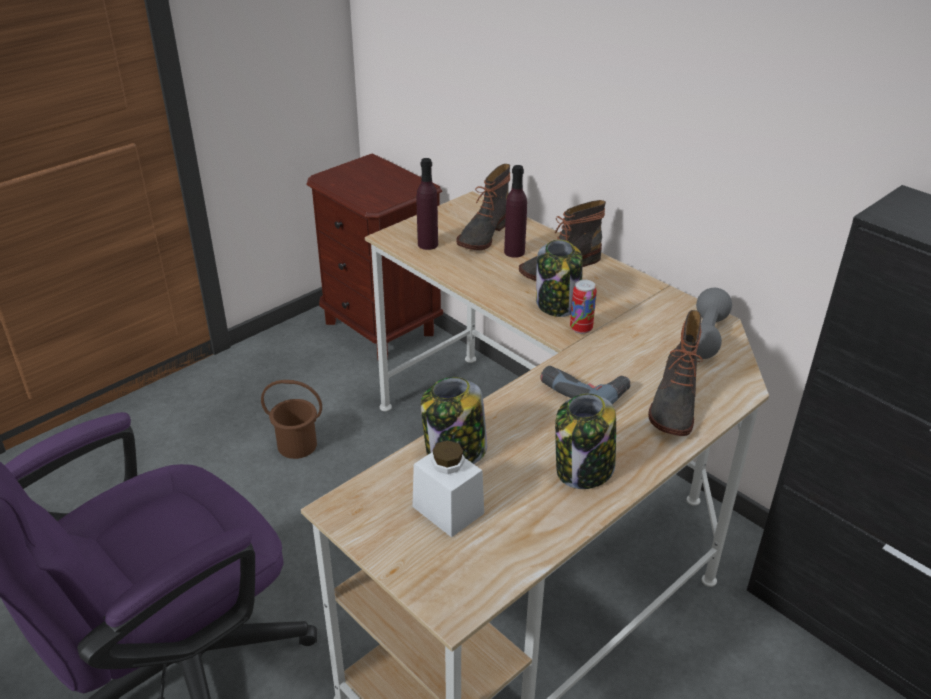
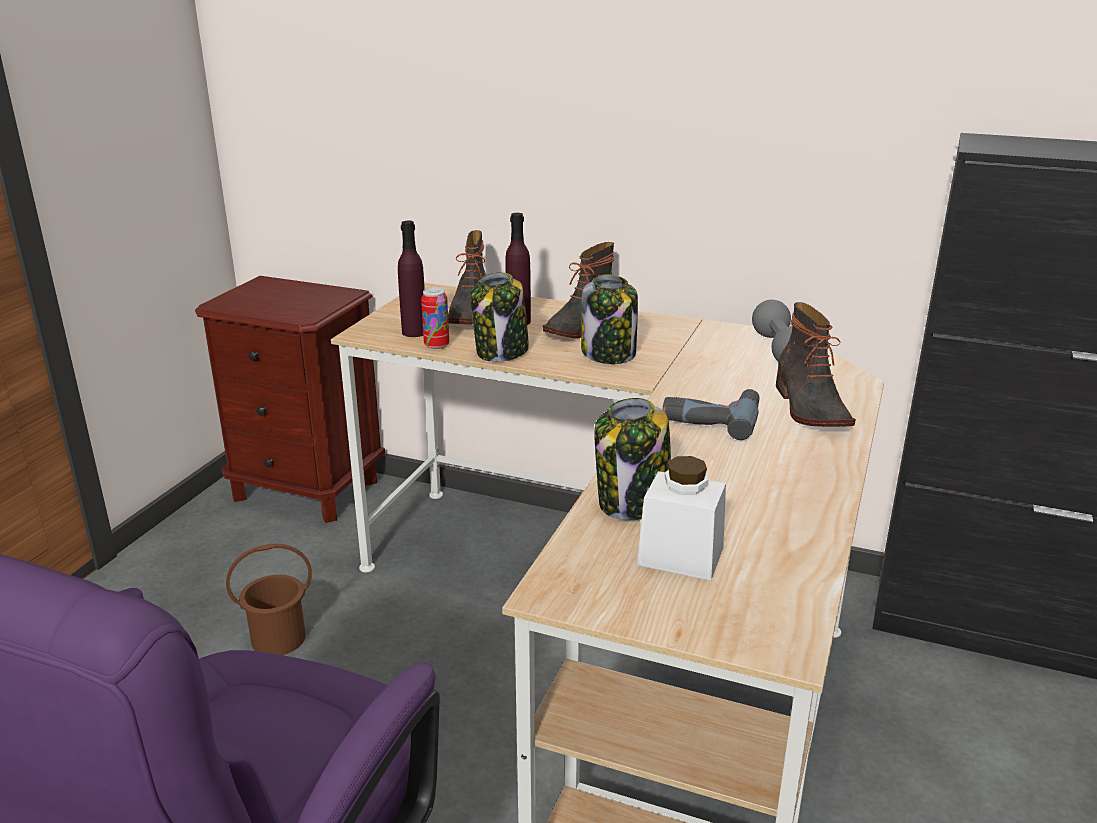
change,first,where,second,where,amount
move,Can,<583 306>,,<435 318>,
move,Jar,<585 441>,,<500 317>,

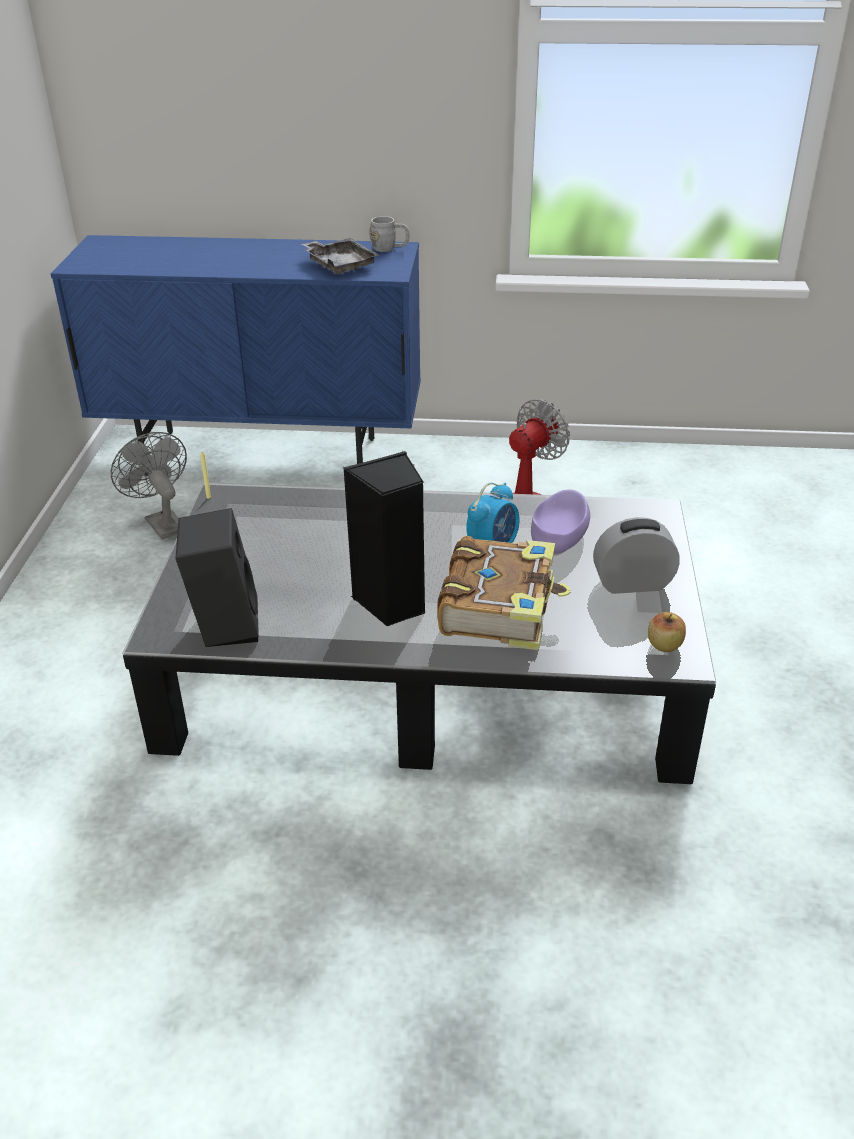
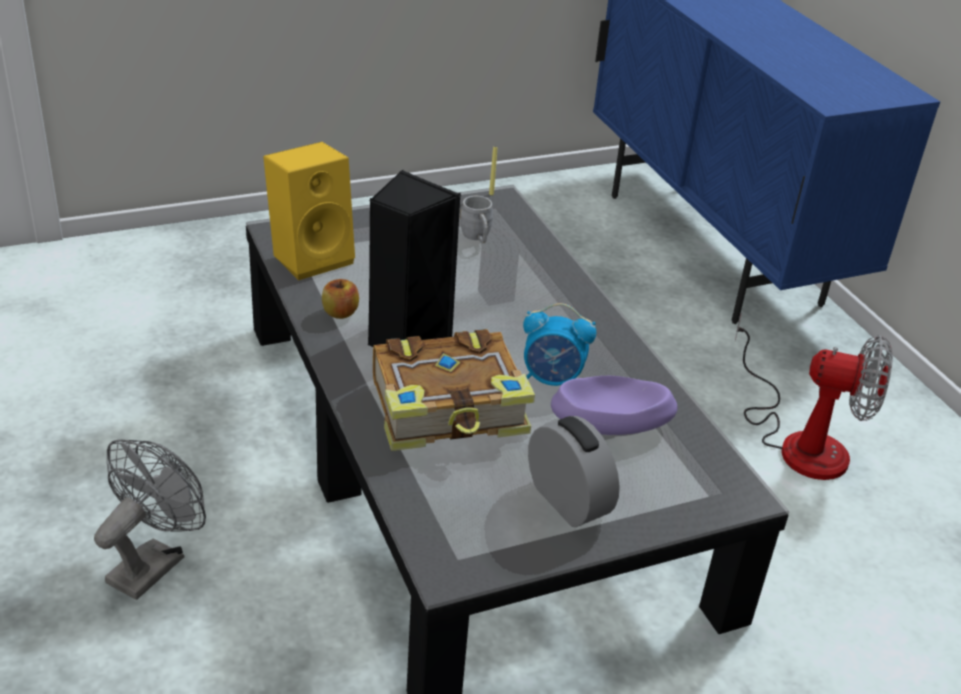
change,first,where,second,where,amount
move,GreyMug,<389 234>,,<476 219>,
delete,GreyTray,<340 256>,,,
move,GreyFan,<149 486>,,<150 519>,
recolor,BlackSpeaker,<217 577>,YellowSpeaker,<309 211>,
move,Apple,<667 632>,,<340 299>,

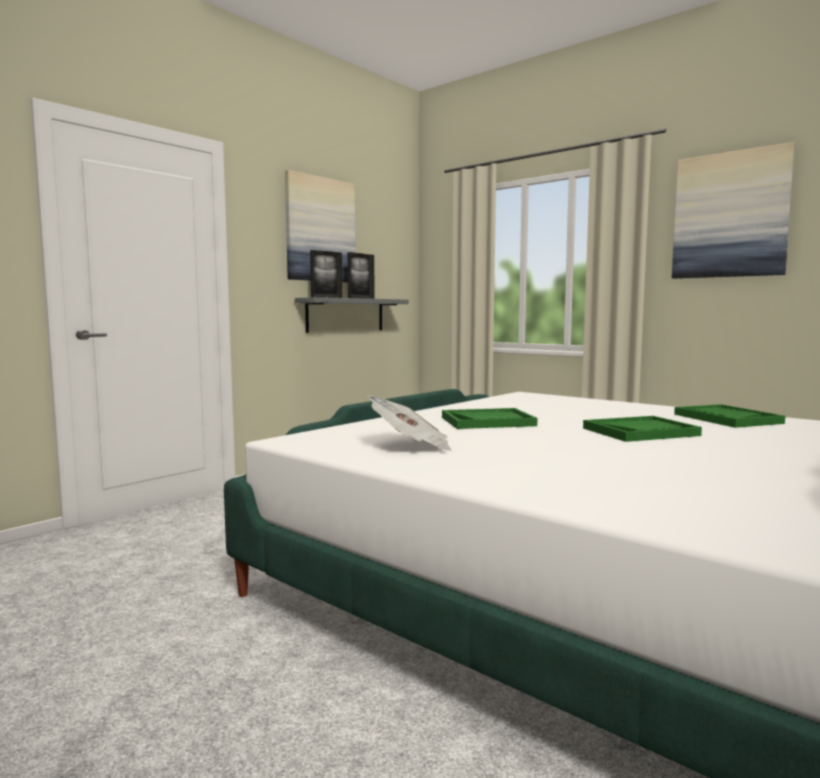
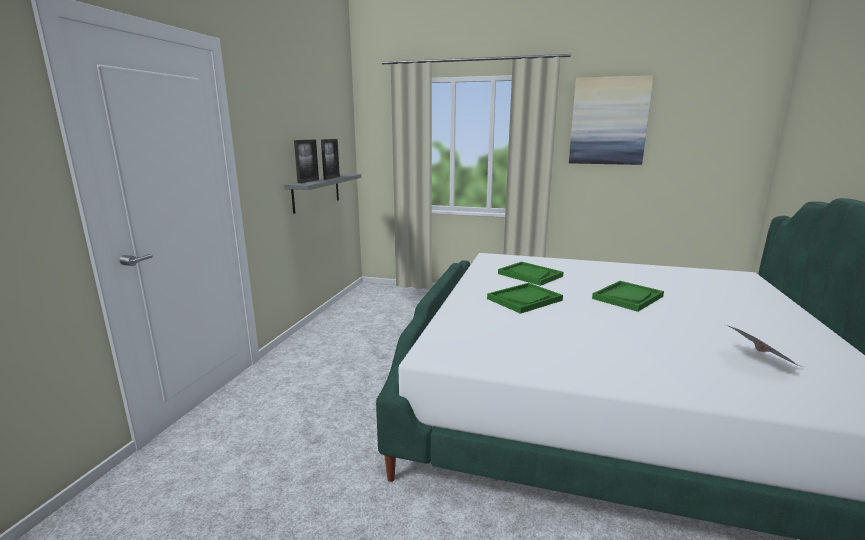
change,first,where,second,where,amount
delete,Picture,<320 226>,,,
move,Newspaper,<410 423>,,<765 346>,
move,GreenTray,<729 416>,,<530 274>,

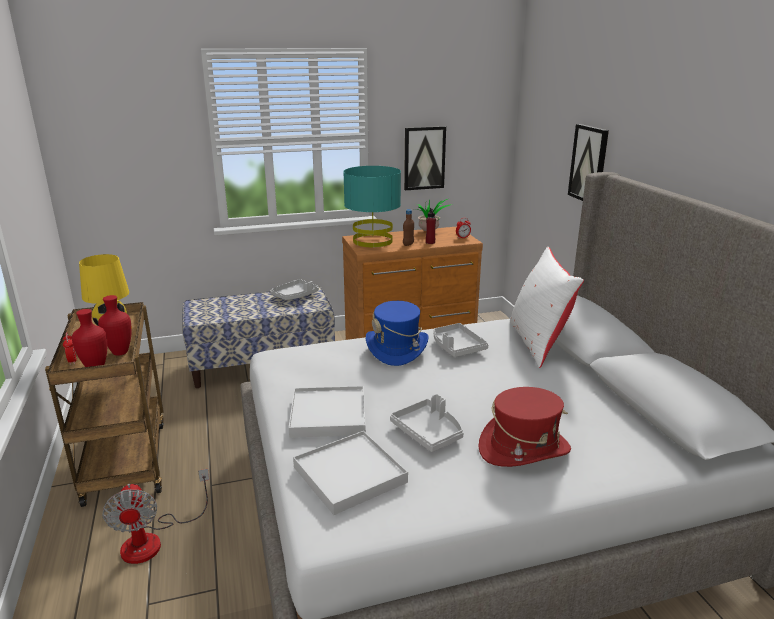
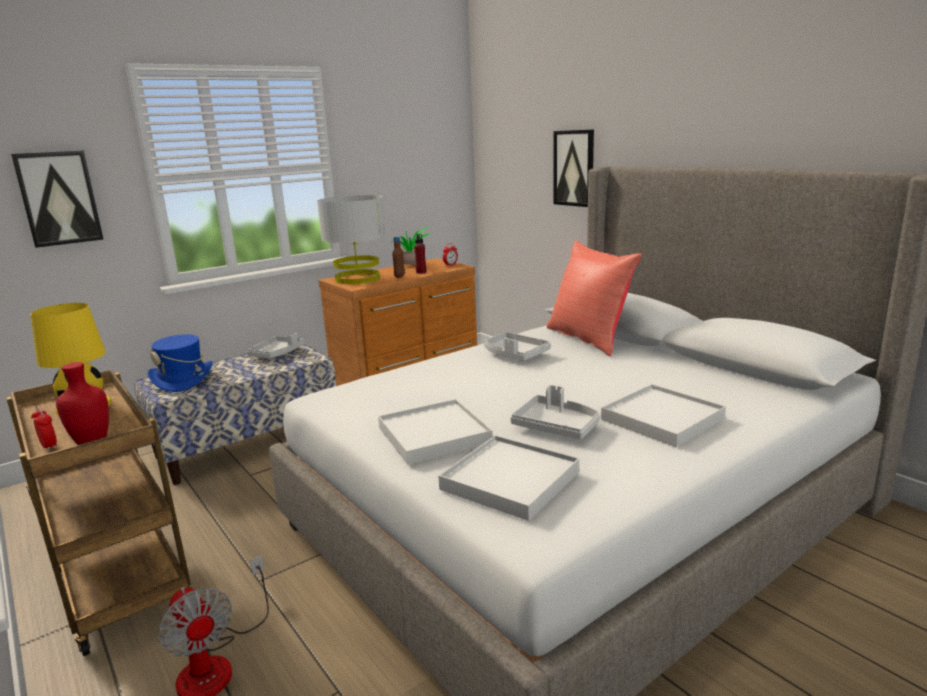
change,first,where,second,where,amount
move,Picture,<425 158>,,<57 199>,
recolor,TurquoiseTableLamp,<372 206>,GreyTableLamp,<351 239>,
recolor,WhitePillow,<547 307>,RedPillow,<594 298>,
delete,RedVase,<115 325>,,,
move,BlueHat,<397 333>,,<180 363>,
replace,RedHat,<524 427>,WhiteTray,<663 415>,

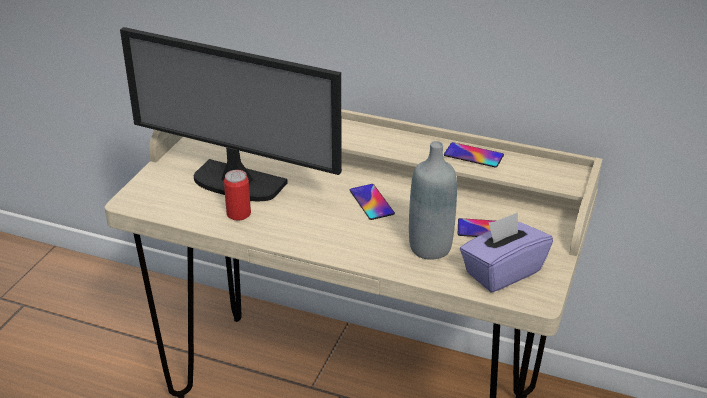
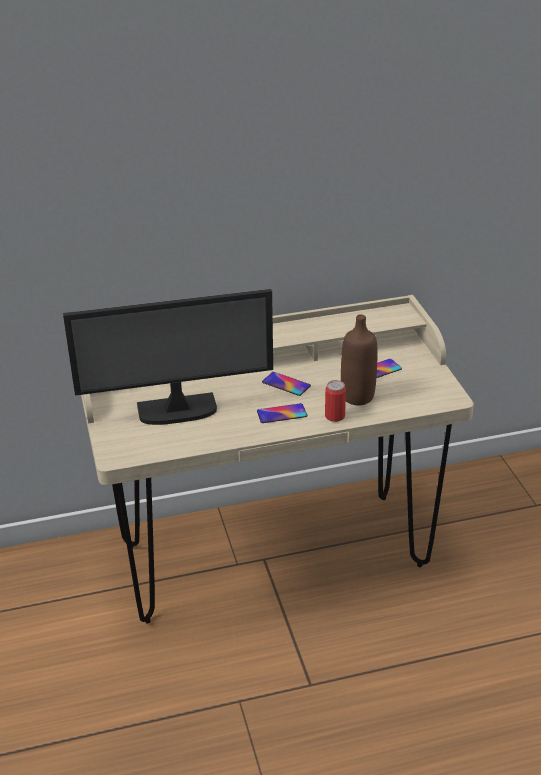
change,first,where,second,where,amount
recolor,GreyBottle,<433 200>,BrownBottle,<359 360>,
move,Phone,<474 154>,,<282 413>,
move,Can,<237 195>,,<335 401>,
delete,PurpleTissueBox,<506 252>,,,

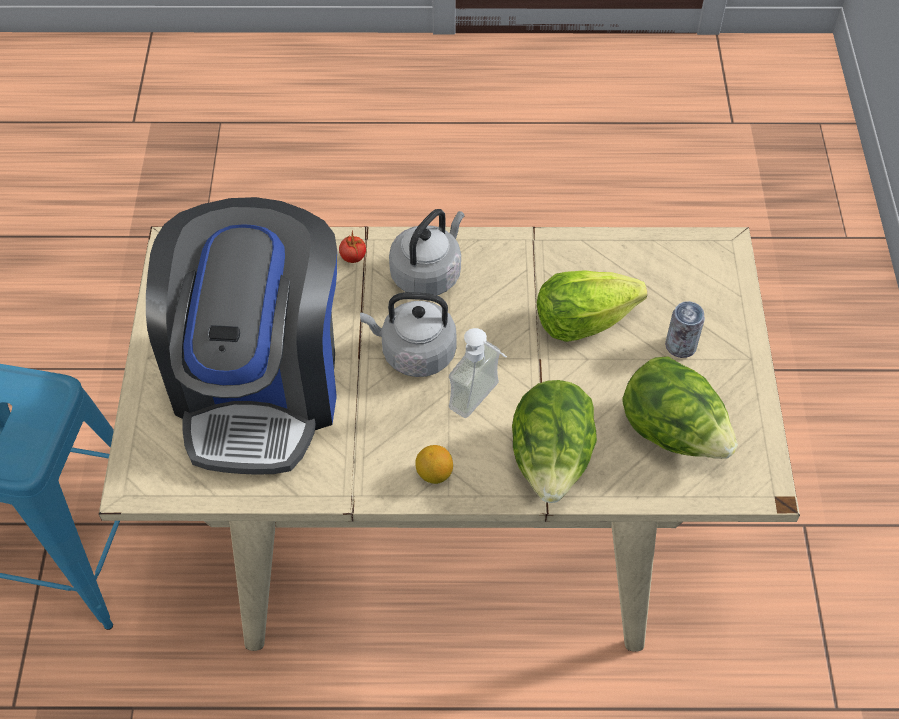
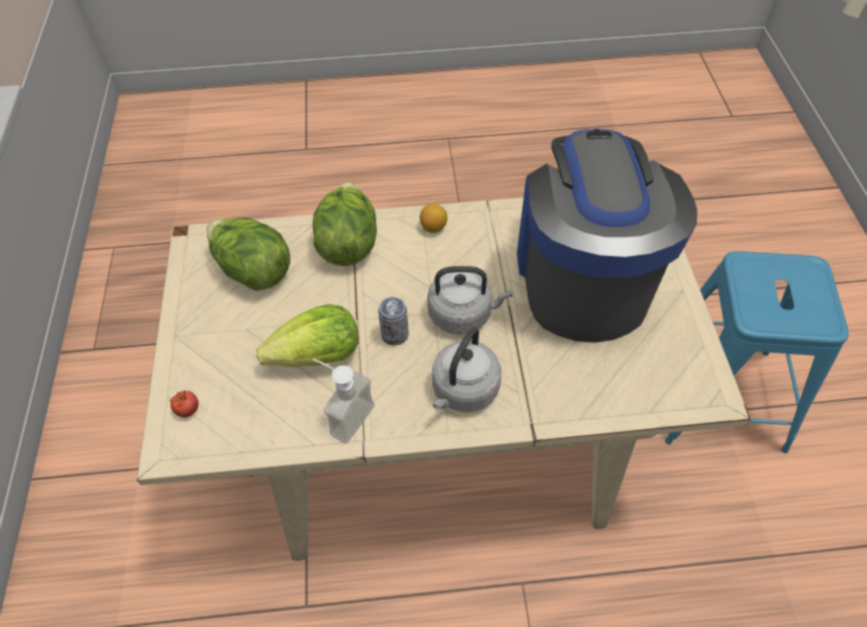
change,first,where,second,where,amount
move,Tomato,<352 246>,,<184 403>,
move,Can,<685 329>,,<393 321>,
move,SoapDispenser,<478 373>,,<344 401>,

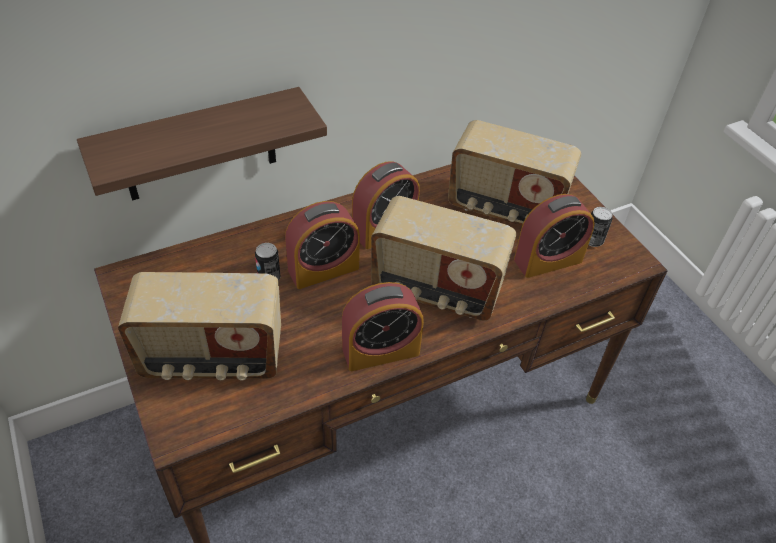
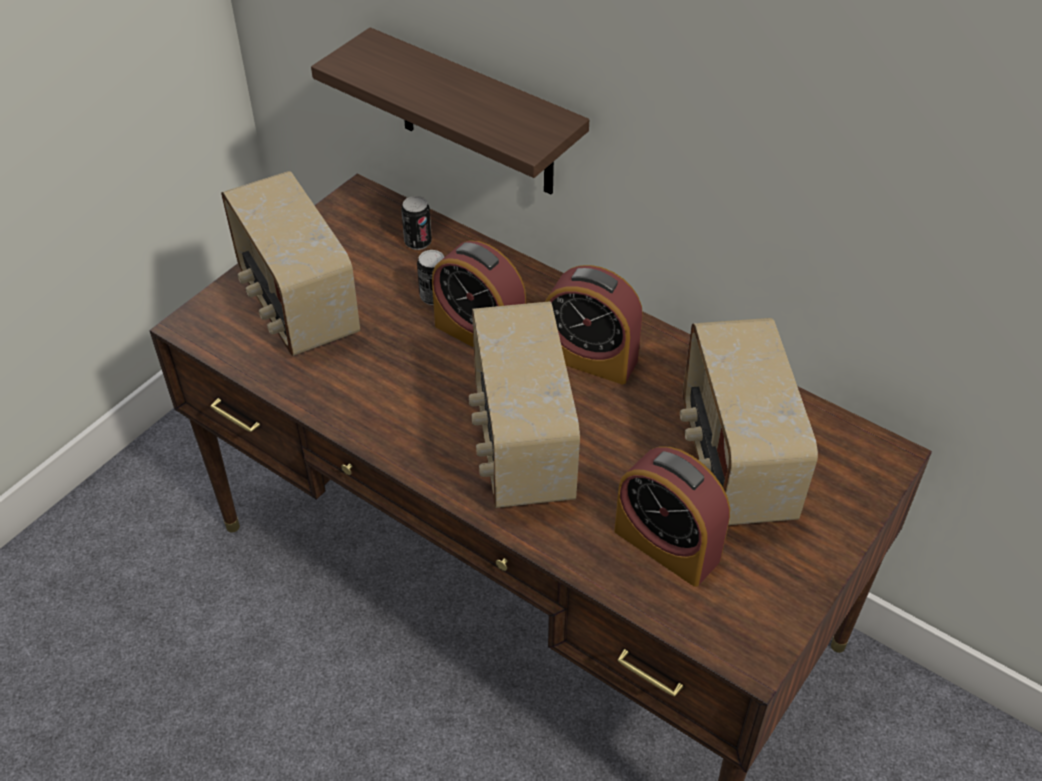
change,first,where,second,where,amount
move,Can,<601 227>,,<416 223>,
delete,AlarmClock,<383 326>,,,

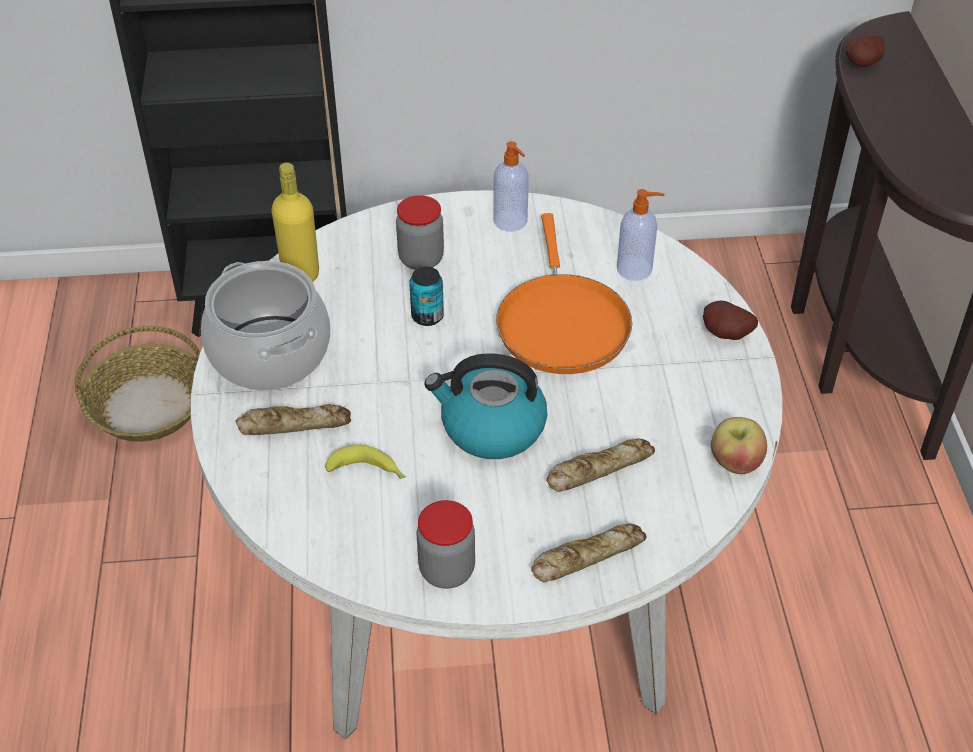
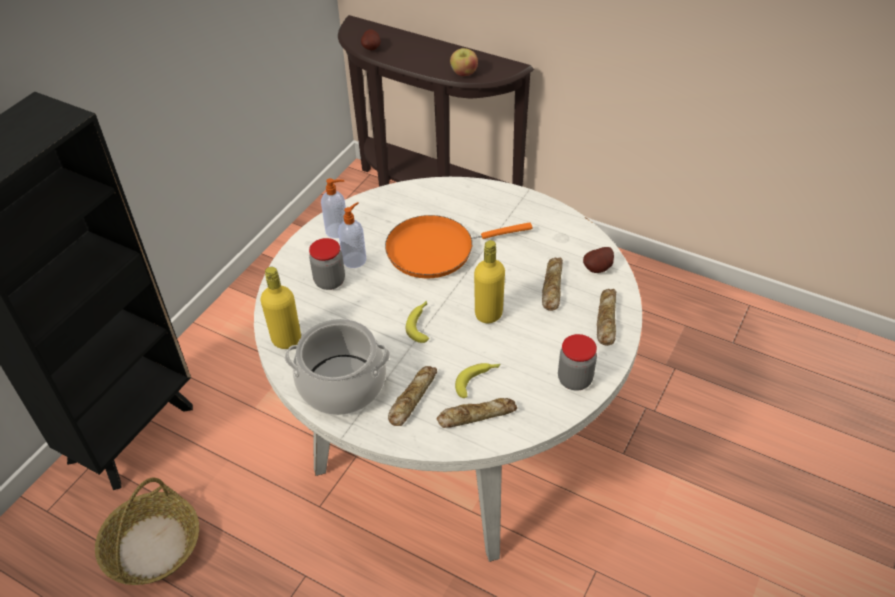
change,first,where,second,where,amount
move,SoapDispenser,<641 235>,,<352 235>,
rotate,OrangeFryingPan,<564 293>,,<459 246>,135 degrees clockwise
delete,Can,<426 296>,,,
move,Potato,<730 320>,,<598 260>,
replace,Kettle,<485 406>,YellowBottle,<489 281>,
move,Apple,<739 445>,,<464 62>,
insert,,,Banana,<417 322>,
insert,,,Bread,<476 413>,

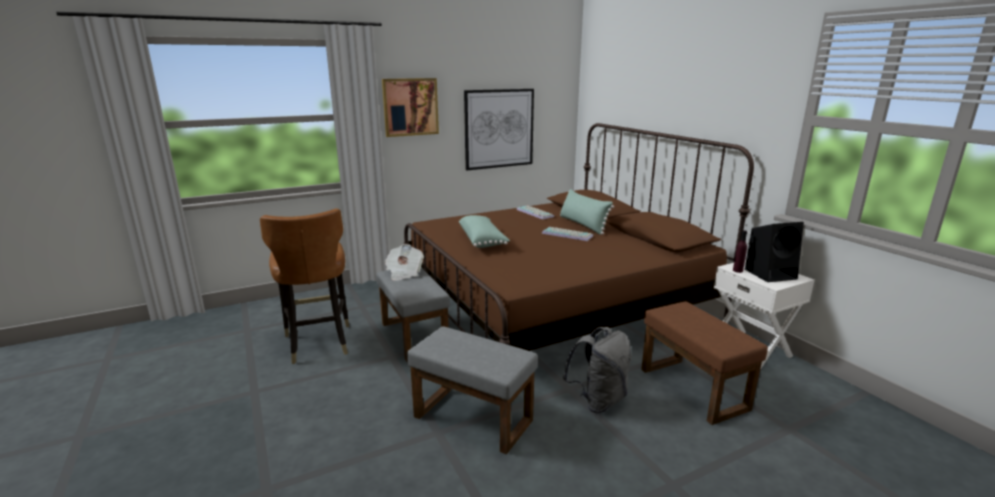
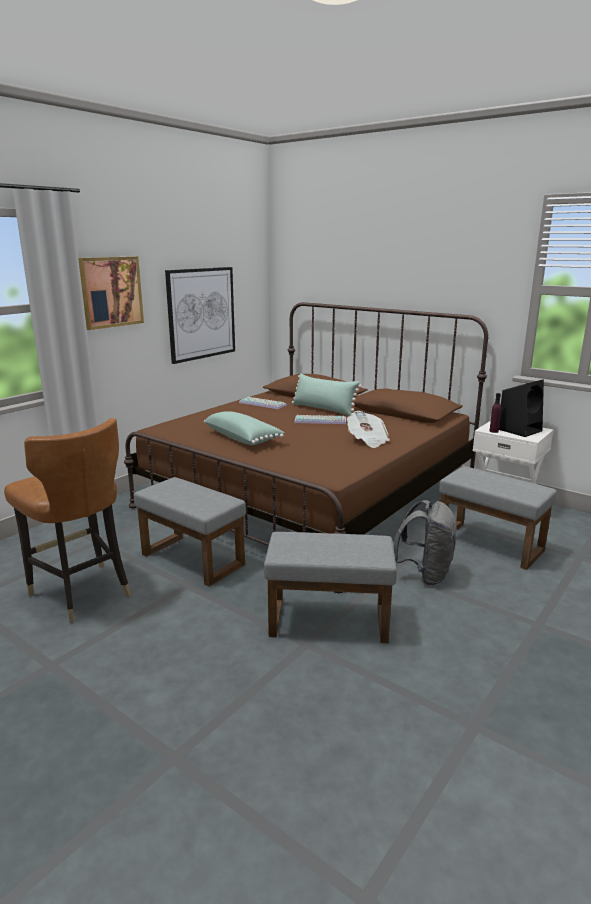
change,first,where,second,where,amount
move,Newspaper,<404 262>,,<368 429>,
recolor,BrownOttoman,<704 363>,GreyOttoman,<498 518>,

